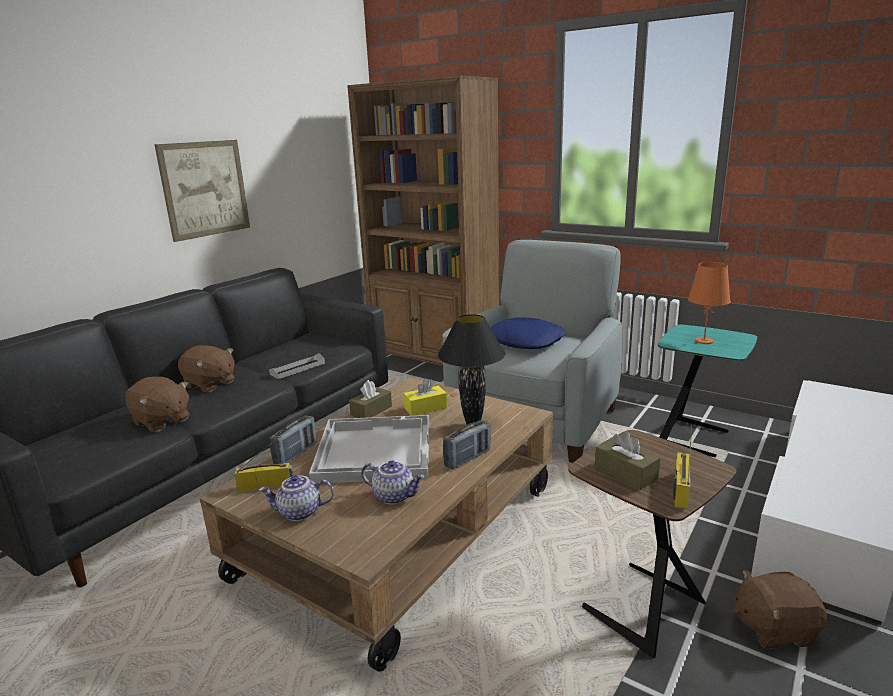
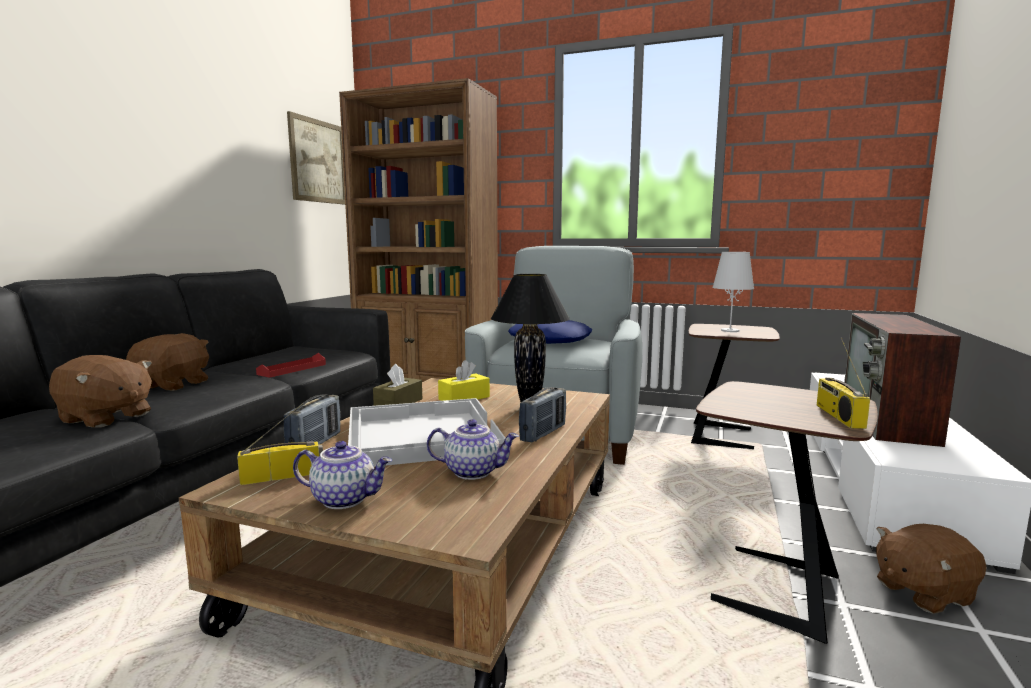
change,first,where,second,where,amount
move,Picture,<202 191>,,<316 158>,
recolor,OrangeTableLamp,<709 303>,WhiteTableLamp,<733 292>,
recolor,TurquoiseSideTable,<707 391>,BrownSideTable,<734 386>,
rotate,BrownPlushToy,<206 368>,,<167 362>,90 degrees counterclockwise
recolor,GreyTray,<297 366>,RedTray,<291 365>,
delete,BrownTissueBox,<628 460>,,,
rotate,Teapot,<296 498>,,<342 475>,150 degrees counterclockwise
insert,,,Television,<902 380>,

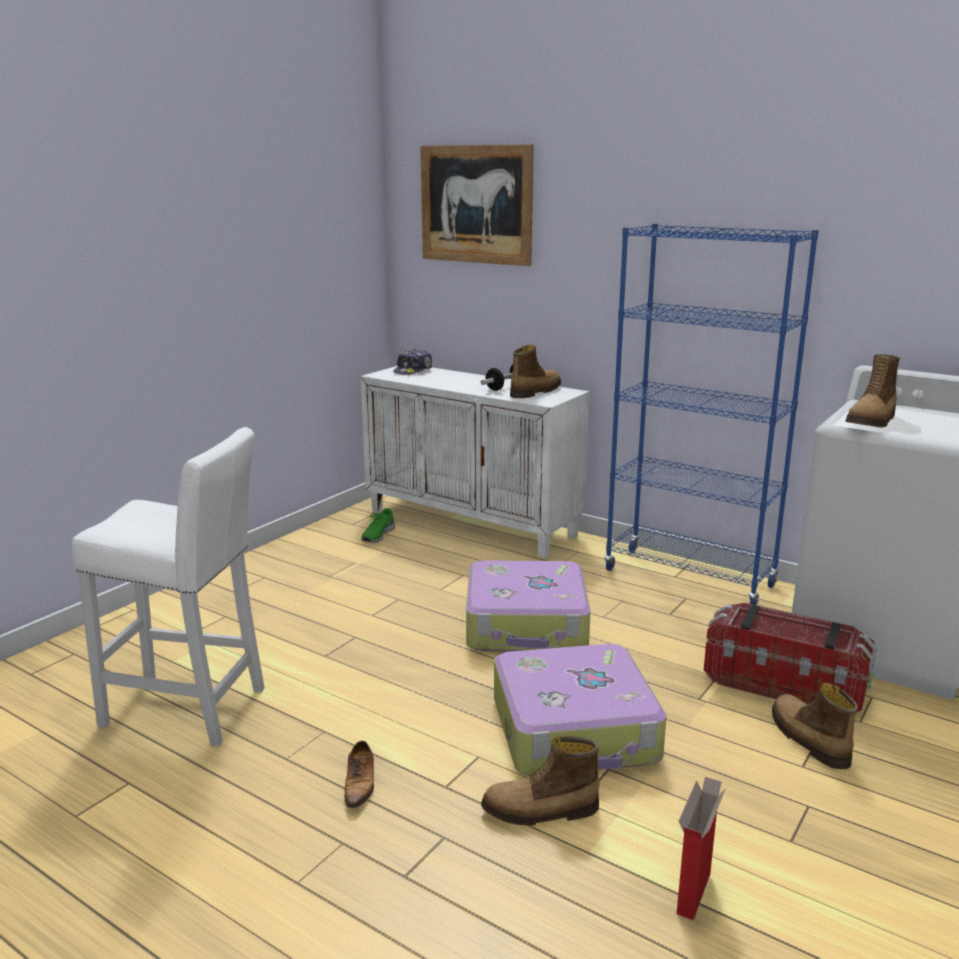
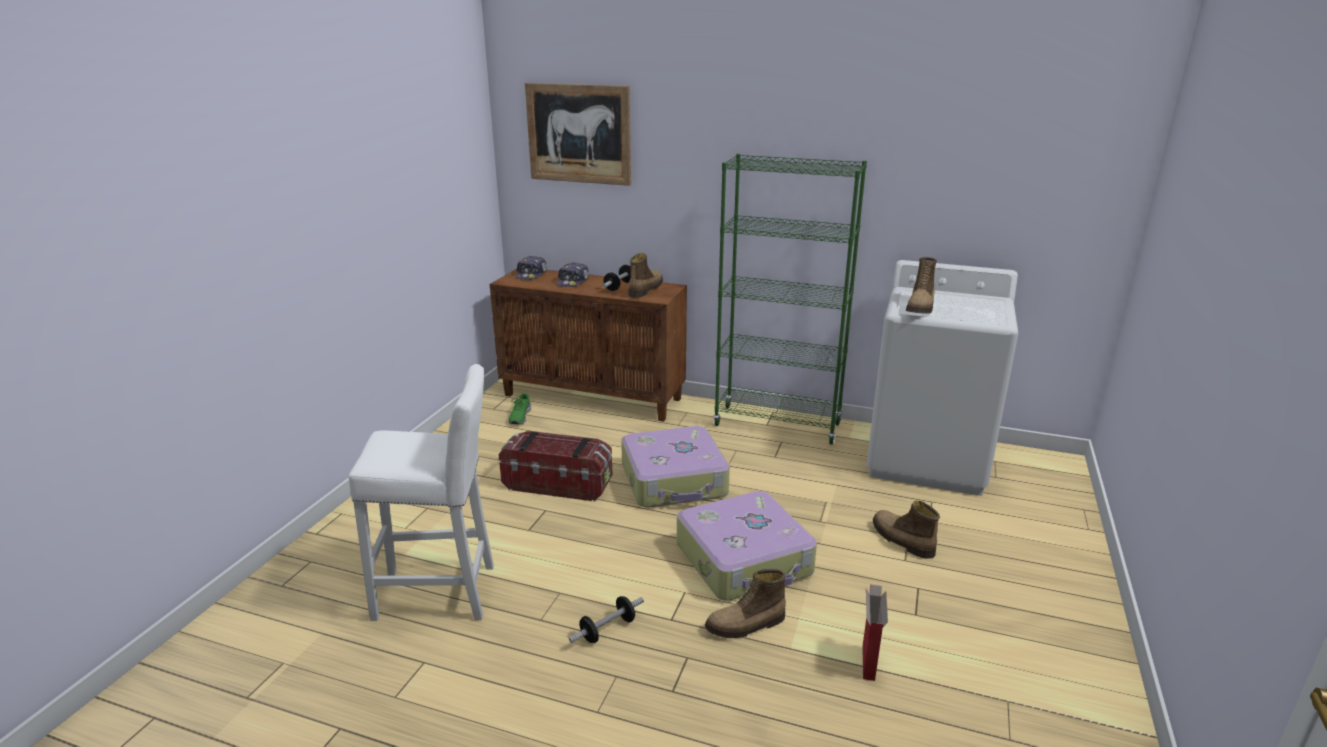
change,first,where,second,where,amount
recolor,BlueBookcase,<711 414>,GreenBookcase,<790 299>,
recolor,WhiteCabinet,<475 462>,BrownCabinet,<588 345>,
move,StorageBox,<790 658>,,<555 466>,
replace,Shoe,<359 774>,Dumbbell,<606 619>,
insert,,,Cap,<572 274>,

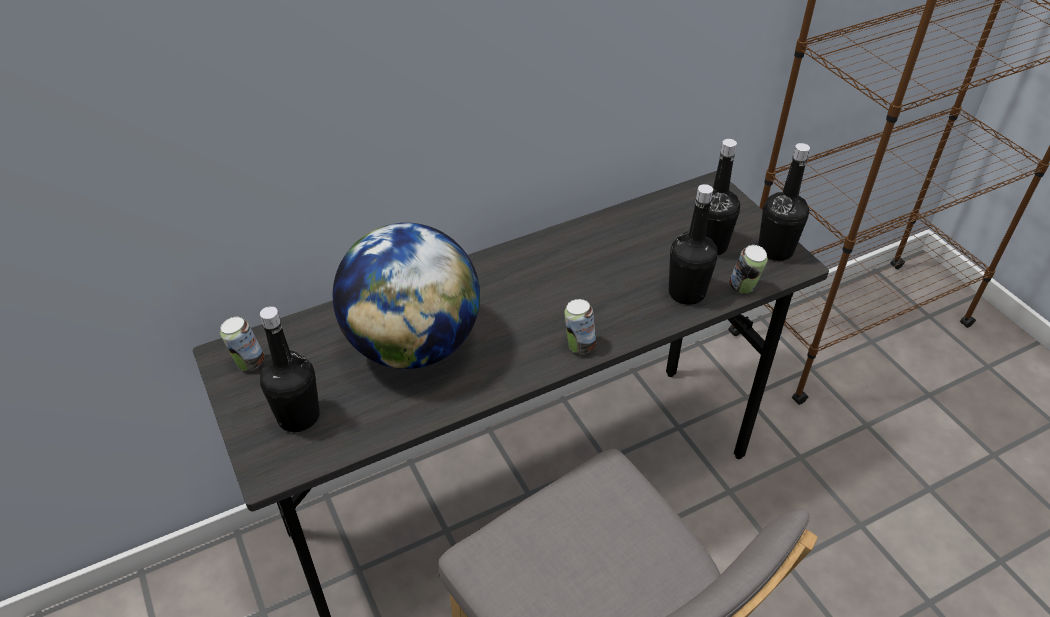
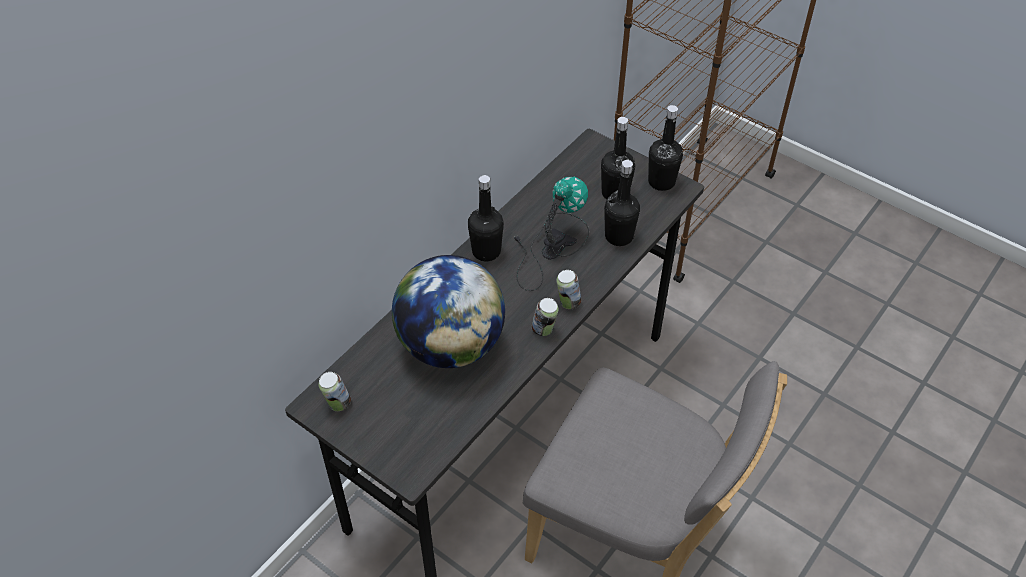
change,first,where,second,where,amount
move,Can,<748 269>,,<545 317>,
move,BlackBottle,<290 369>,,<486 218>,
insert,,,TableLamp,<551 234>,

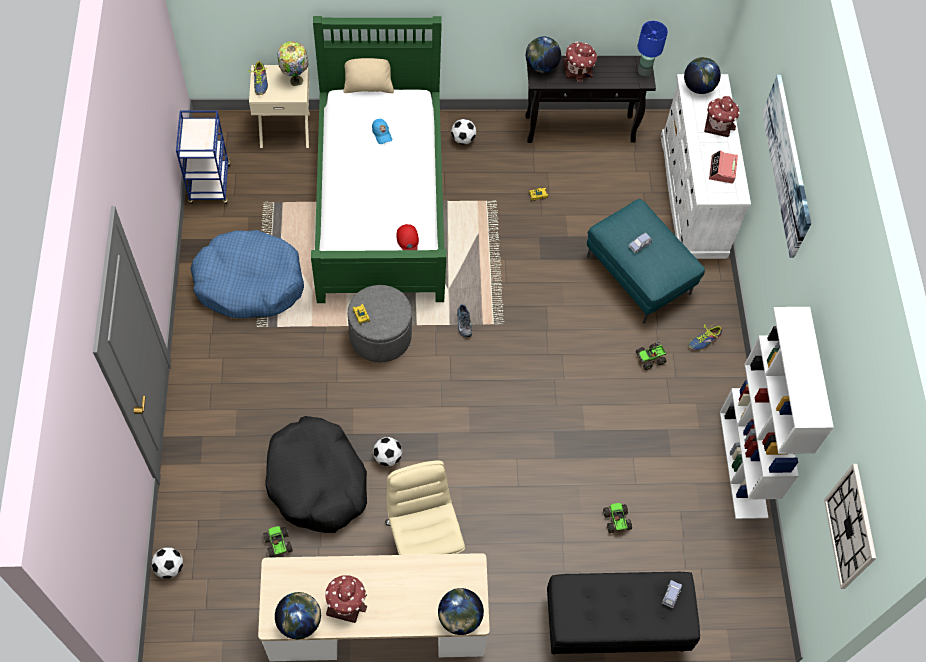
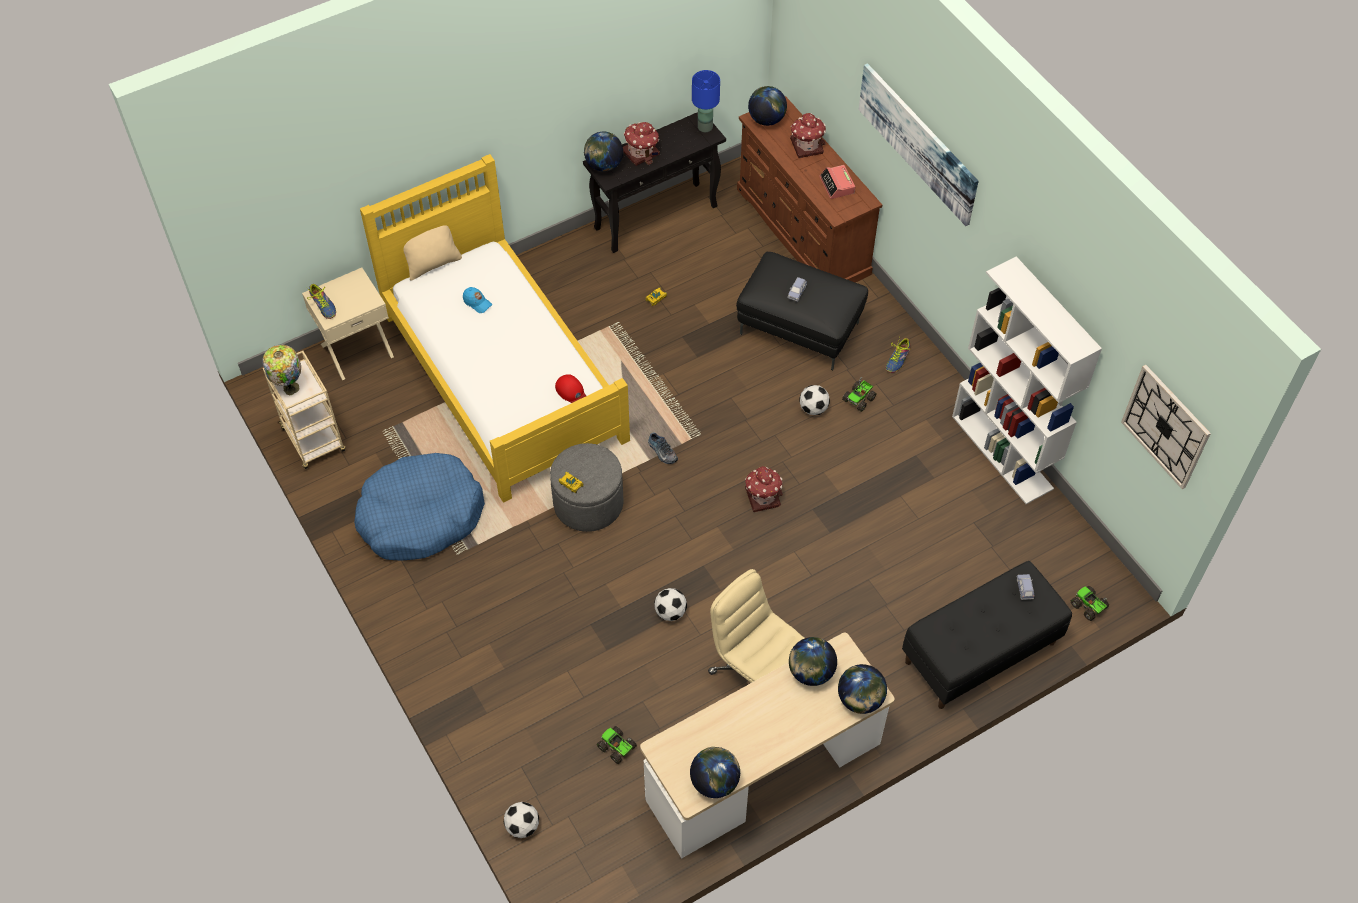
change,first,where,second,where,amount
recolor,GreenBed,<378 159>,YellowBed,<495 328>,
move,TableLamp,<293 63>,,<282 370>,
recolor,WhiteDresser,<706 166>,BrownDresser,<809 189>,
recolor,BlueCart,<203 157>,BeigeCart,<304 410>,
move,Football,<464 132>,,<814 400>,
recolor,TurquoiseOttoman,<646 261>,BlackOttoman,<802 311>,
delete,BlackDogBed,<316 474>,,,
move,ToyTruck,<617 518>,,<1090 603>,
move,ToyHouse,<346 599>,,<764 489>,
insert,,,Globe,<813 661>,

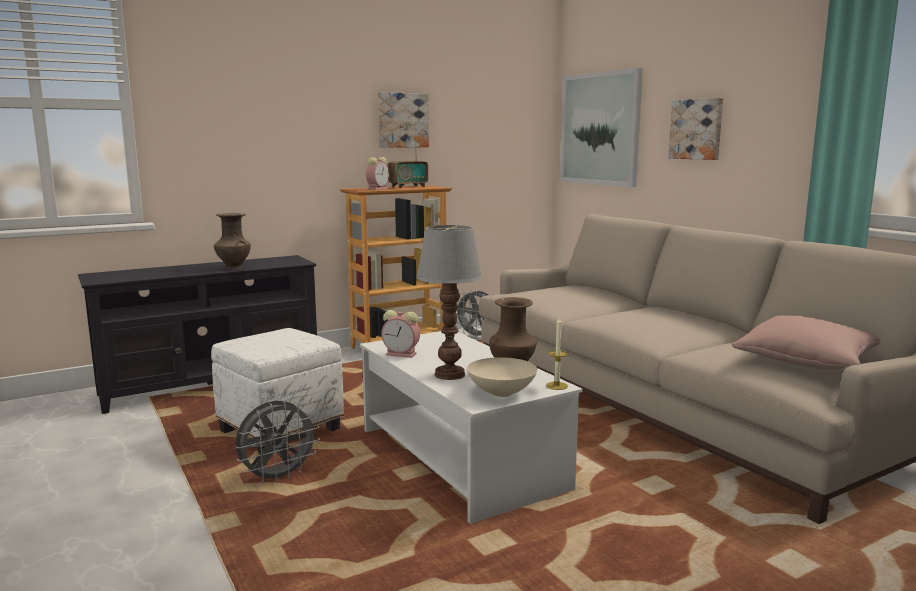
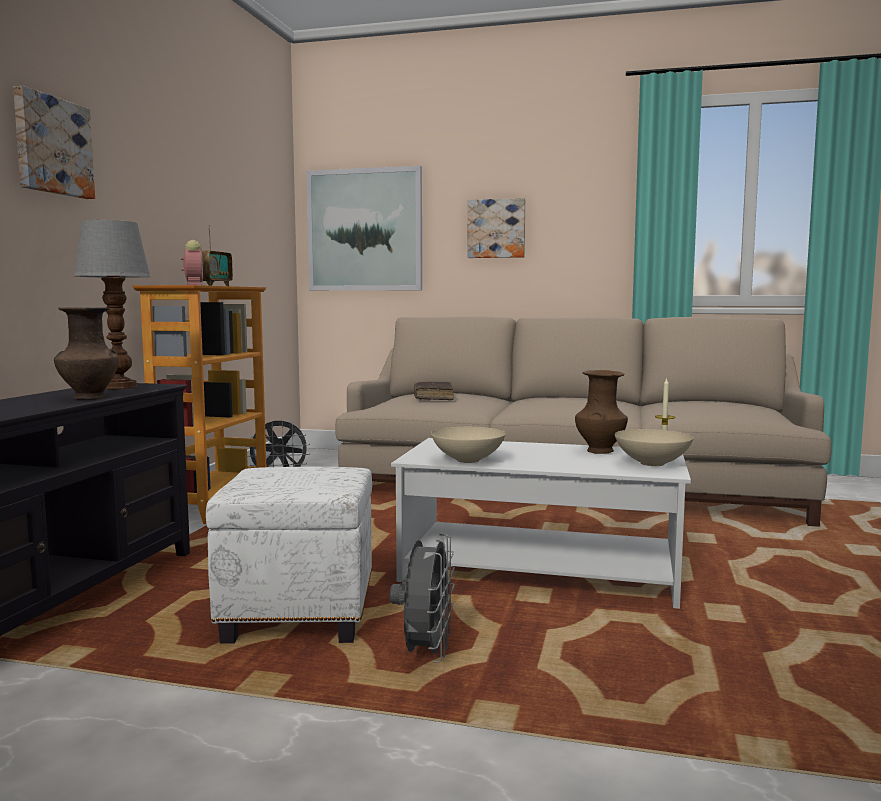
change,first,where,second,where,amount
move,Picture,<403 120>,,<54 142>,
move,TableLamp,<449 302>,,<112 304>,
replace,AlarmClock,<400 334>,BeigeBowl,<468 445>,
delete,PinkPillow,<806 342>,,,
insert,,,BrownBook,<434 390>,

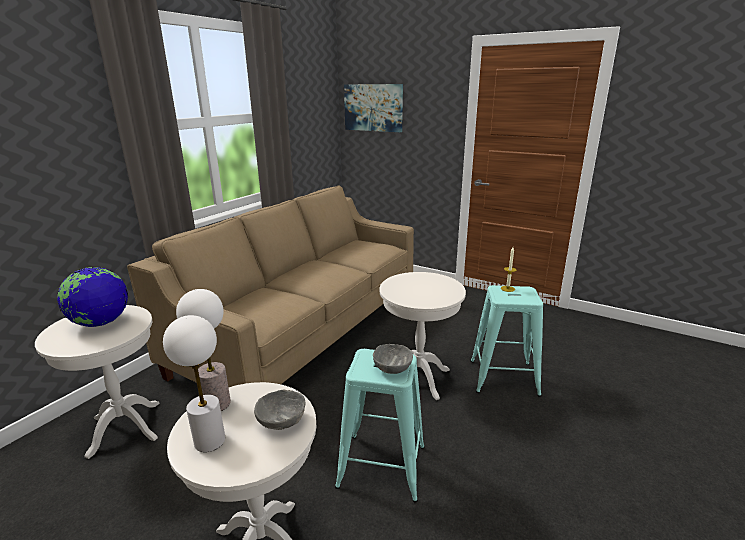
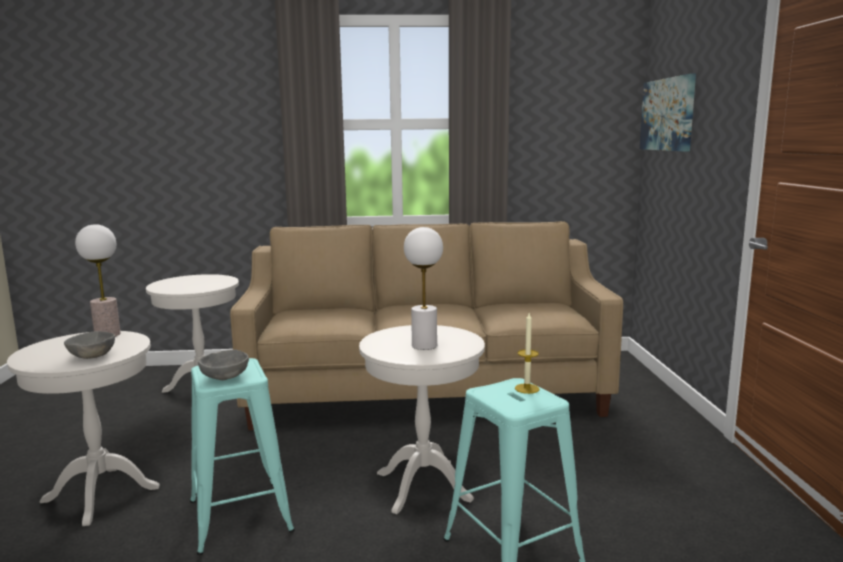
change,first,where,second,where,amount
delete,Globe,<92 297>,,,
move,WhiteTableLamp,<194 383>,,<423 288>,

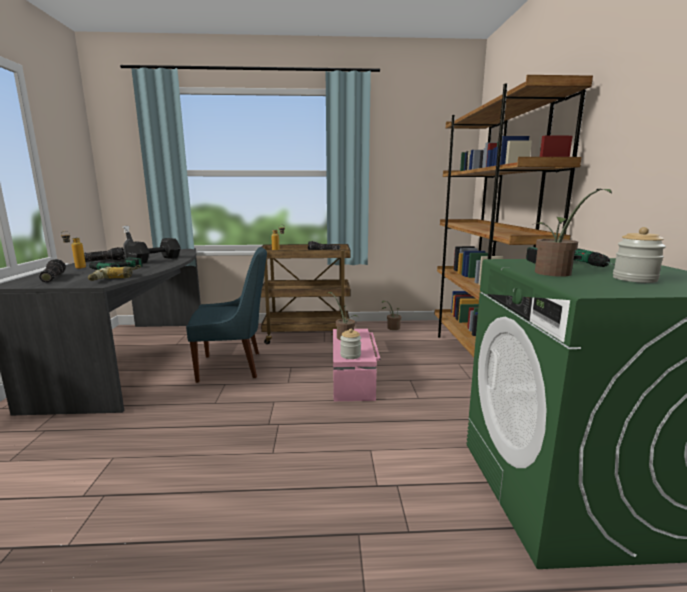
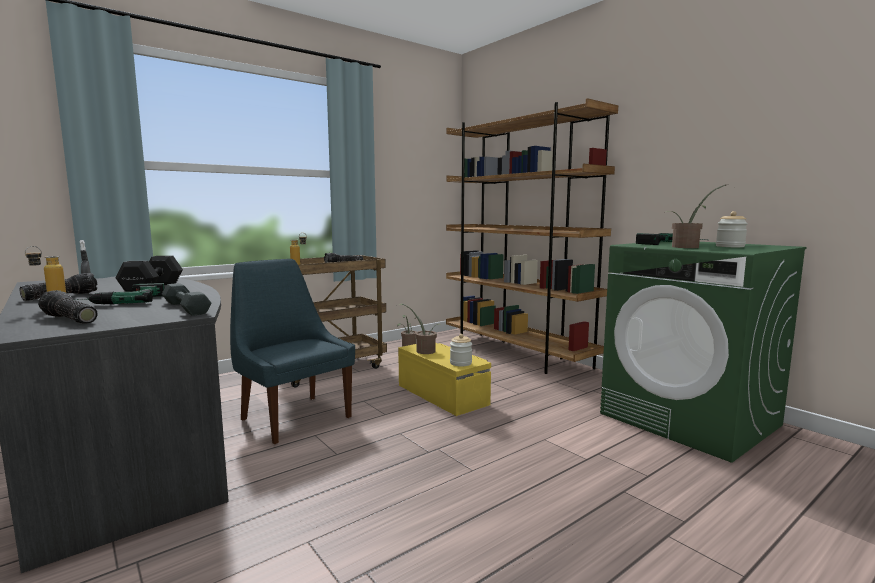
change,first,where,second,where,amount
rotate,BlueChair,<226 315>,,<292 351>,90 degrees counterclockwise
replace,PowerDrill,<114 273>,GreyDumbbell,<187 299>,
recolor,PinkStorageBox,<357 365>,YellowStorageBox,<444 379>,

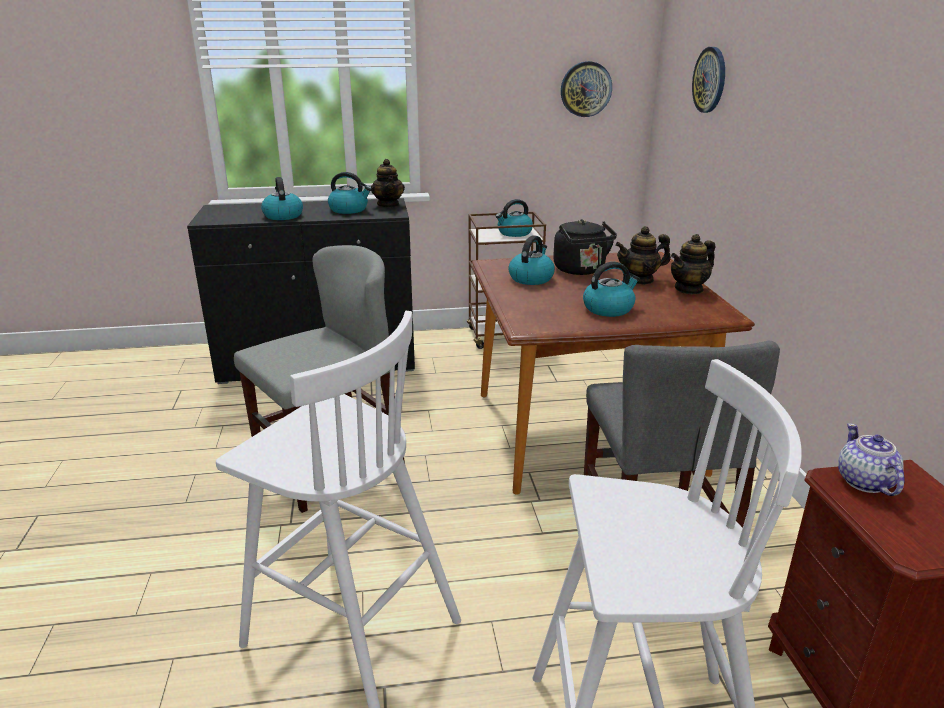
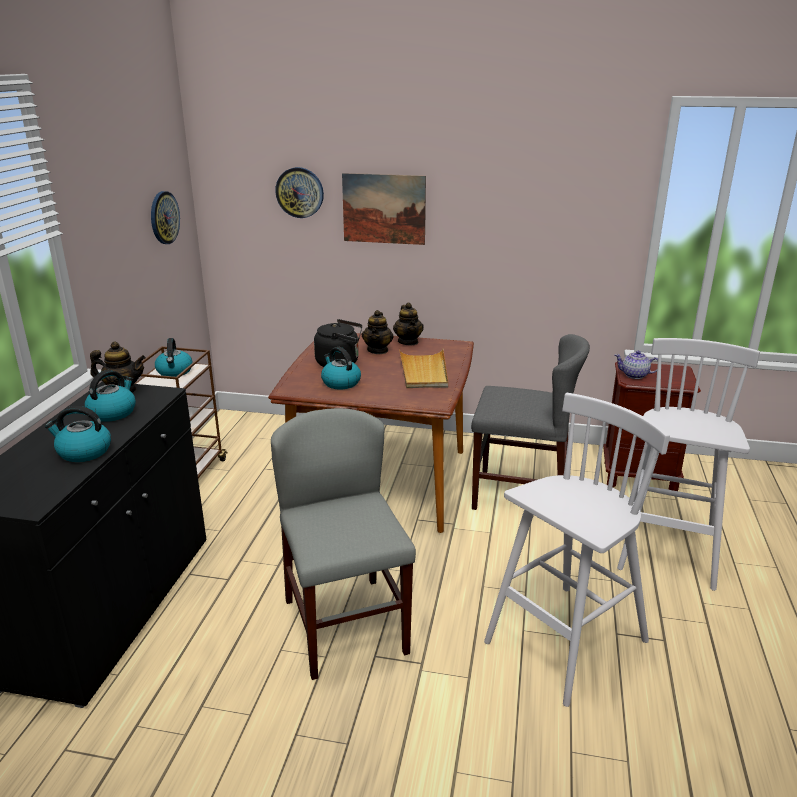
change,first,where,second,where,amount
replace,Kettle,<611 289>,BeigeTray,<423 368>,
insert,,,Picture,<384 209>,

